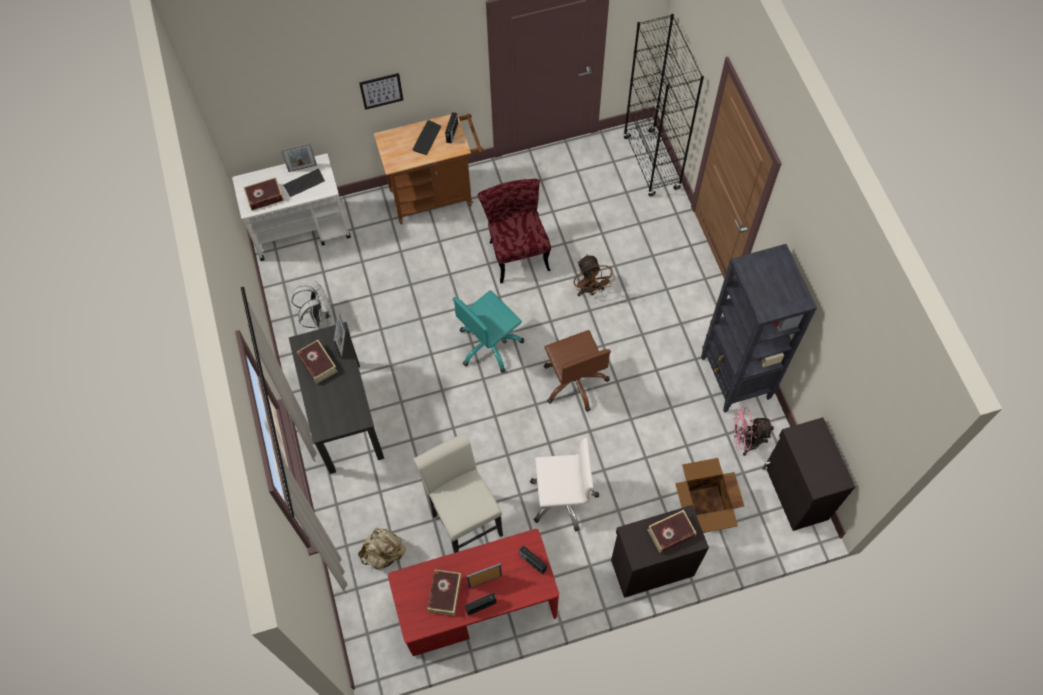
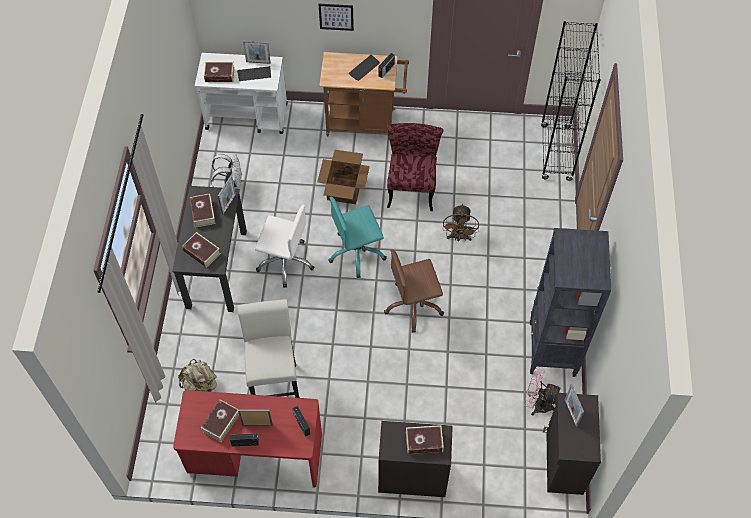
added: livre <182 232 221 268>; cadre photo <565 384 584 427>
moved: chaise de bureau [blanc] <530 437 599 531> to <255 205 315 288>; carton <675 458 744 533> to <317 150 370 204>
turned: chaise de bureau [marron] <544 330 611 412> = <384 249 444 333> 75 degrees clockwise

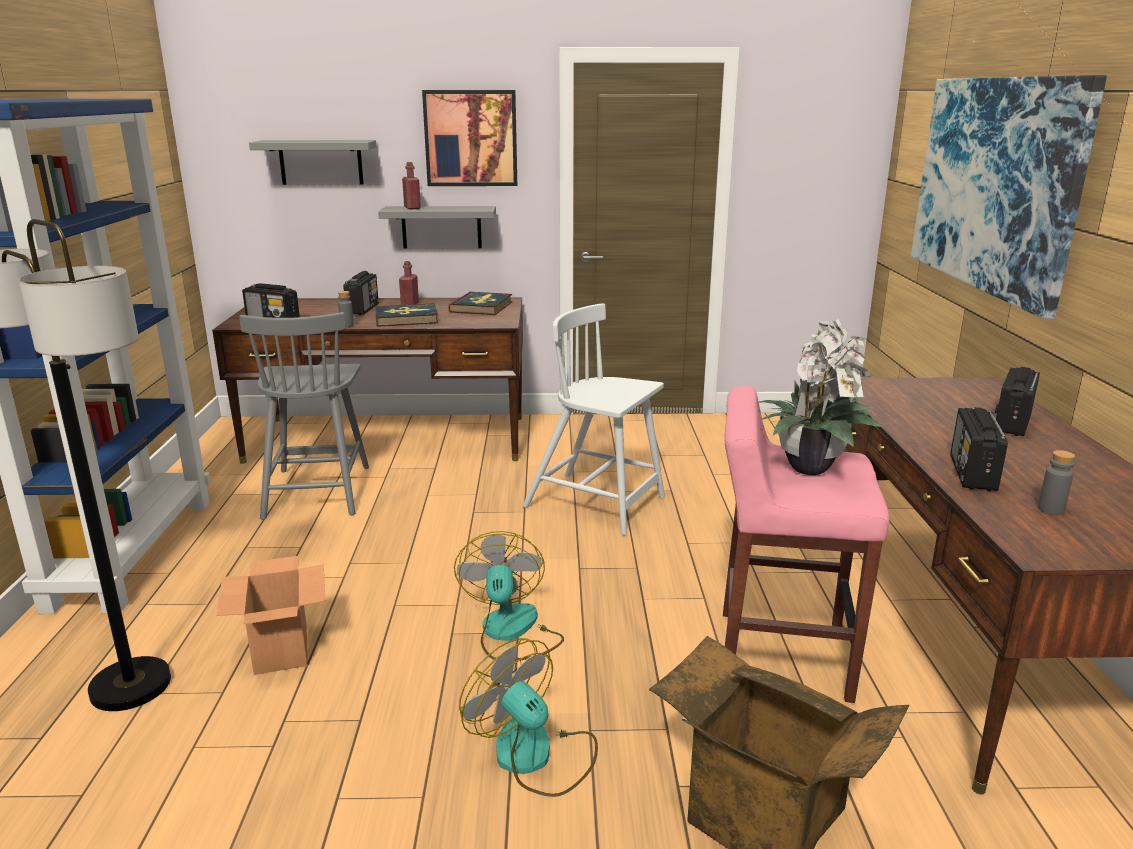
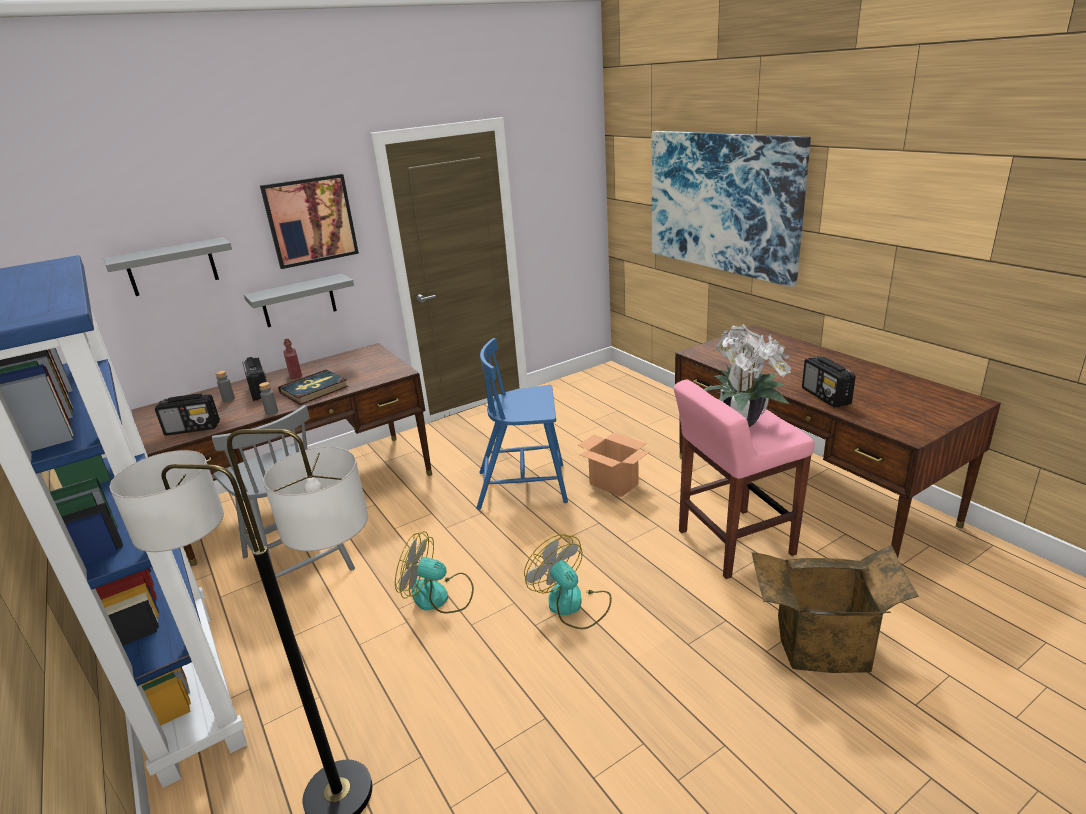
removed: bouteille [rouge] <402 162 421 210>; livre <449 292 513 315>; radio <995 367 1040 436>
moved: carton <216 556 325 675> to <577 433 649 497>; ventilateur <459 638 598 797> to <395 531 474 614>; bouteille [gris] <1038 450 1075 515> to <216 371 235 402>
recoloured: chaise [blanc] <523 303 665 535> to chaise [bleu] <476 338 568 510>

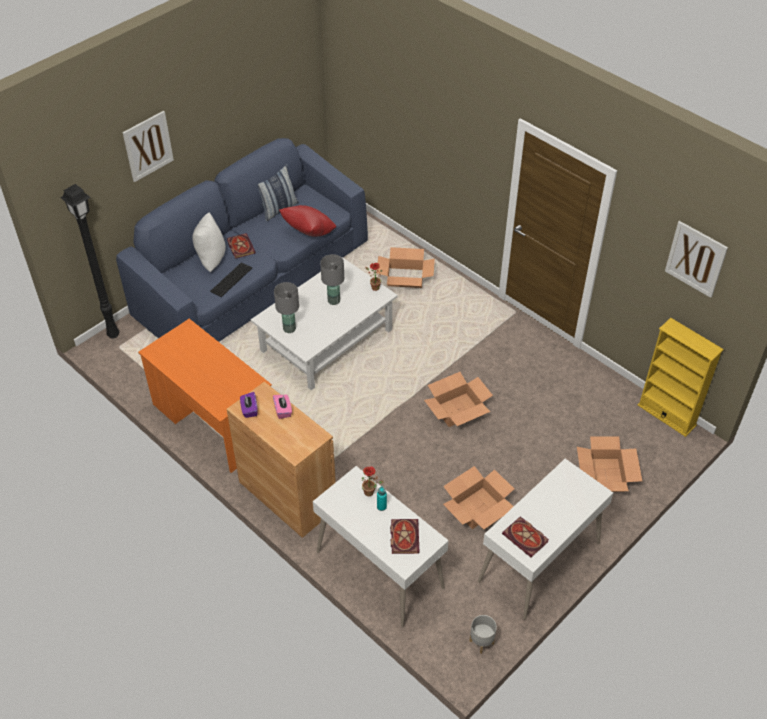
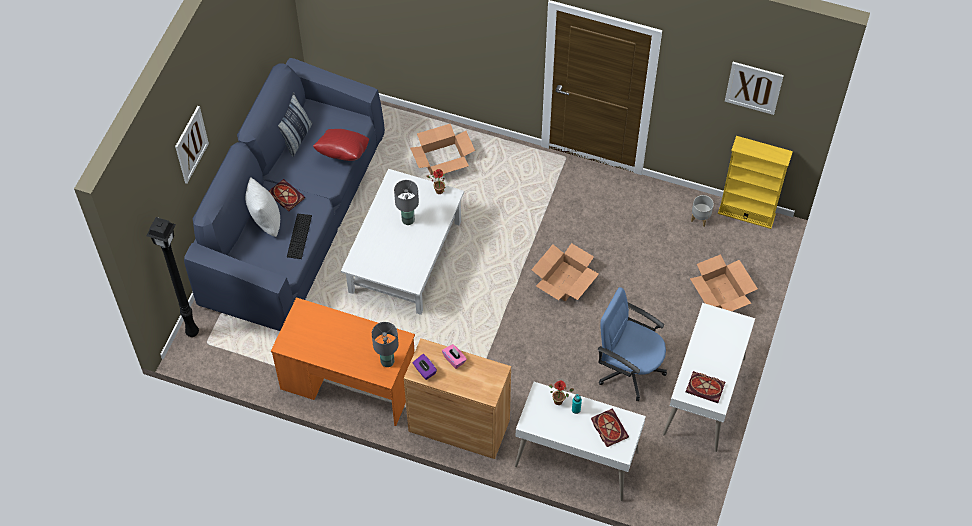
moved: lampe de table [gris] <274 282 299 333> to <372 322 399 367>; cache-pot [gris] <469 615 497 654> to <691 195 714 227>
replaced: carton <443 466 514 529> to chaise de bureau [bleu] <598 287 667 401>

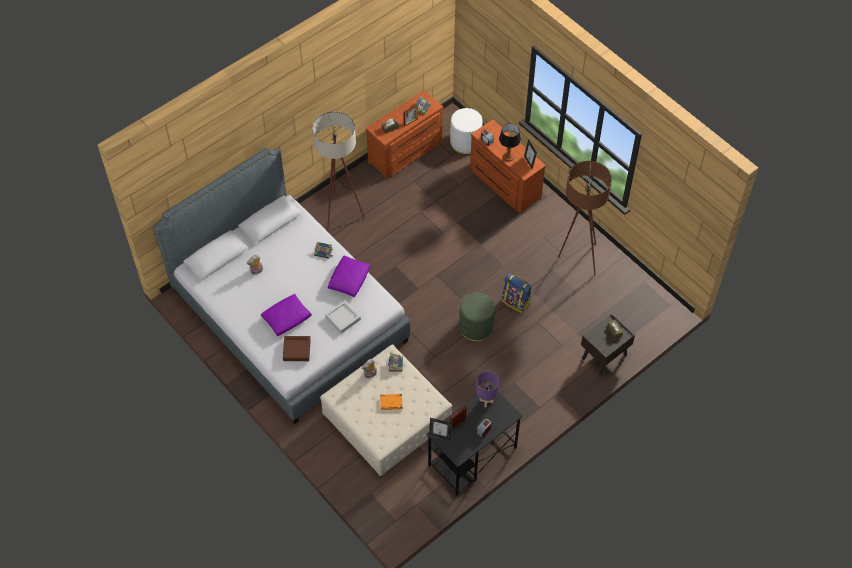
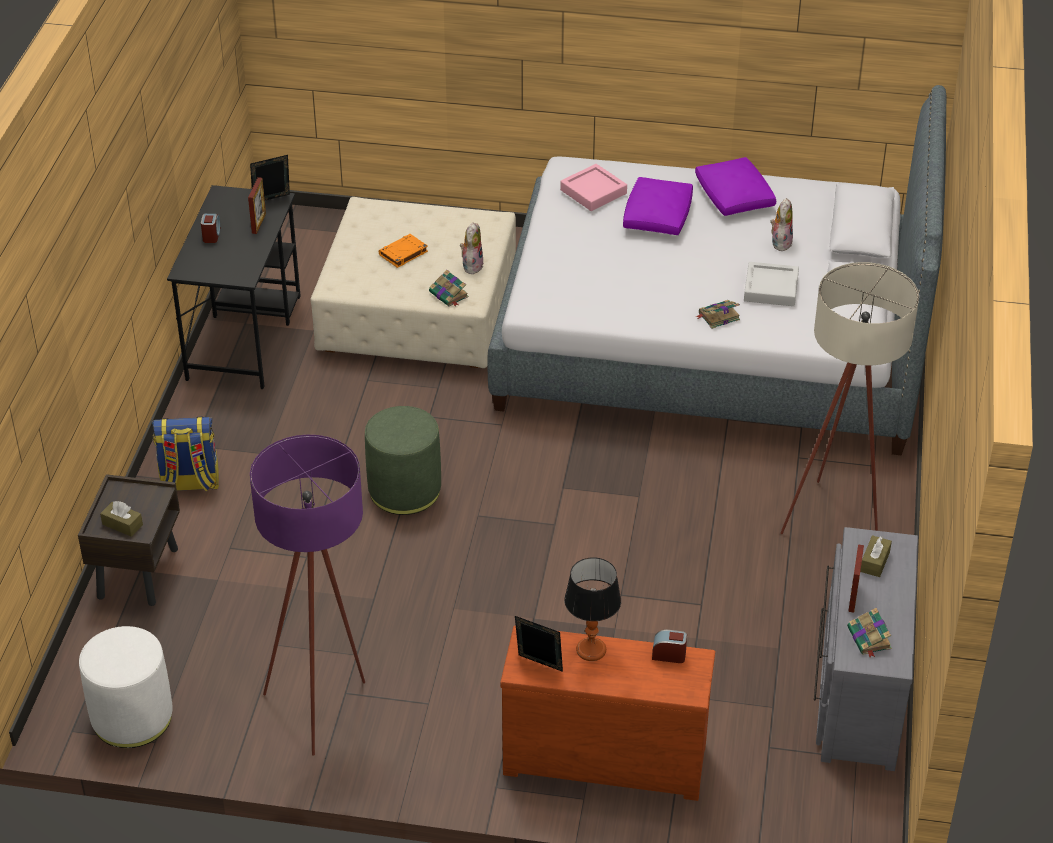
removed: lampe de table [violet] <476 372 499 407>
moved: plateau [gris] <325 301 361 334> to <744 262 799 306>; coussin [violet] <328 256 370 297> to <695 157 776 216>; pouf [blanc] <450 108 483 155> to <79 626 173 748>; sac à dos <502 274 532 314> to <152 417 219 492>
recoloured: plateau [marron] <283 336 311 361> to plateau [rose] <560 164 627 211>; commode [marron] <366 90 443 179> to commode [gris] <814 527 918 771>; lampadaire [marron] <558 161 612 276> to lampadaire [violet] <250 435 365 756>

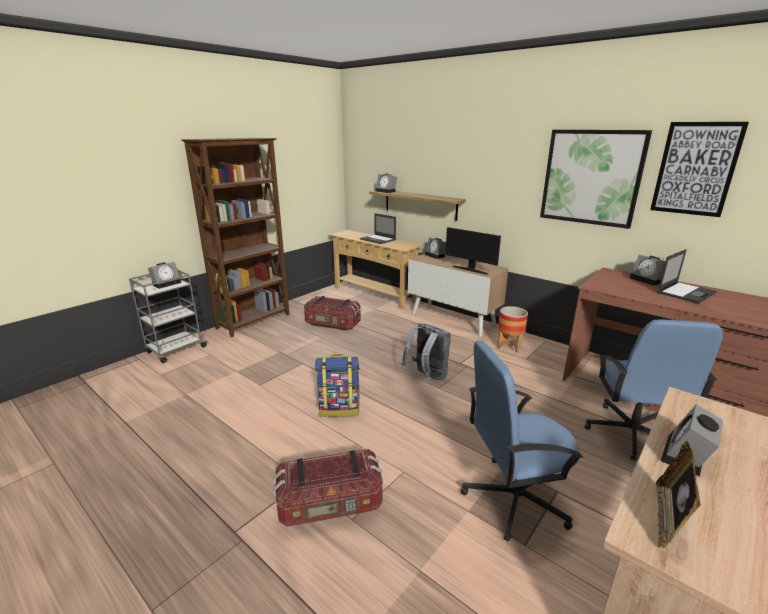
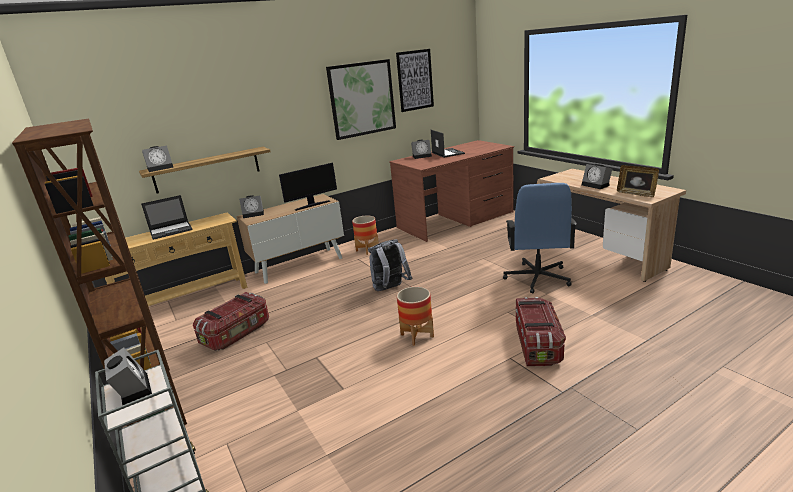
removed: chaise de bureau [bleu] <585 320 723 461>
replaced: sac à dos <315 354 360 417> to cache-pot <397 287 434 346>

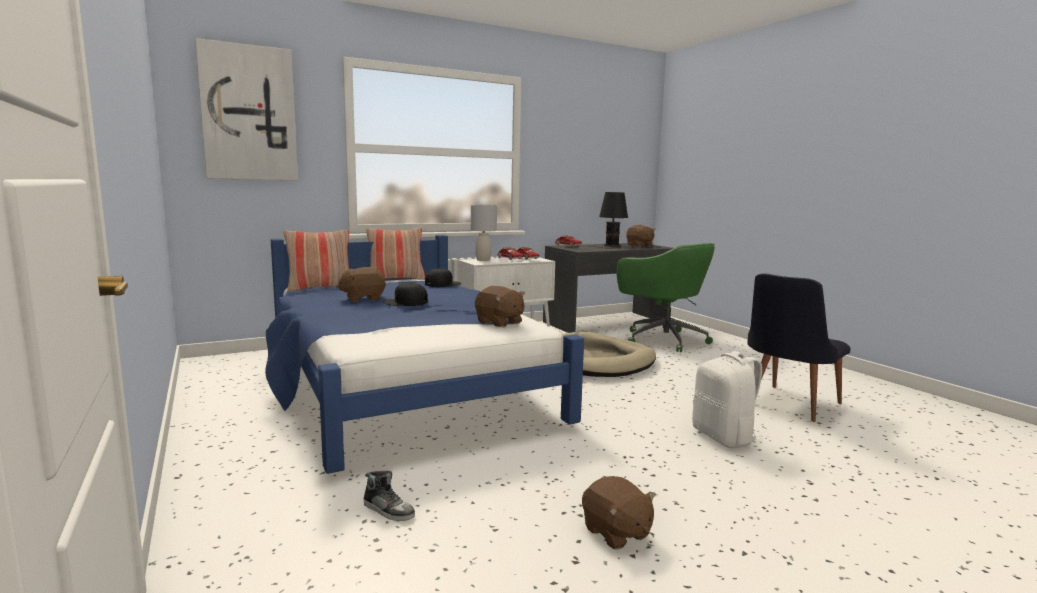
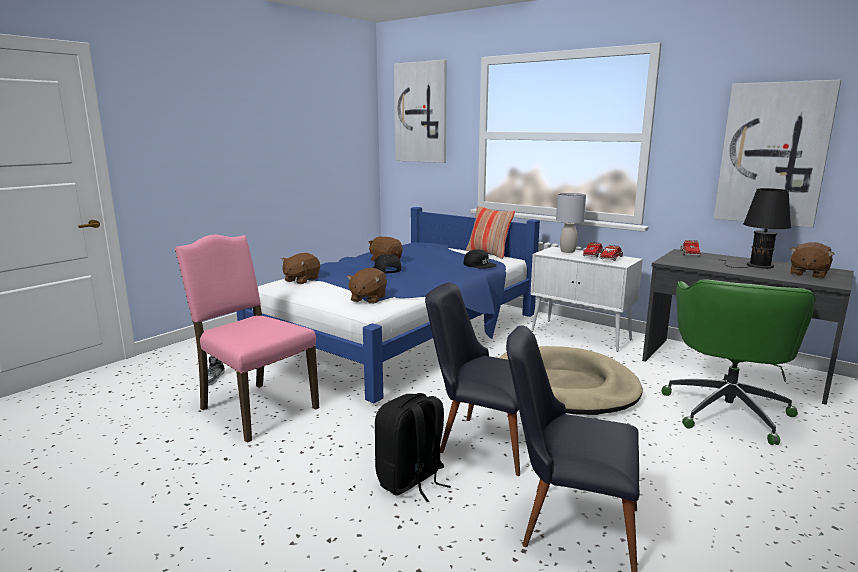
removed: coussin <284 230 349 291>
added: chaise [rose] <175 235 319 443>; chaise [noir] <425 283 520 476>; tableau <714 80 841 228>
moved: peluche [marron] <582 476 656 550> to <281 253 320 284>
recoloured: sac à dos [blanc] <692 351 762 448> to sac à dos [noir] <375 393 451 502>

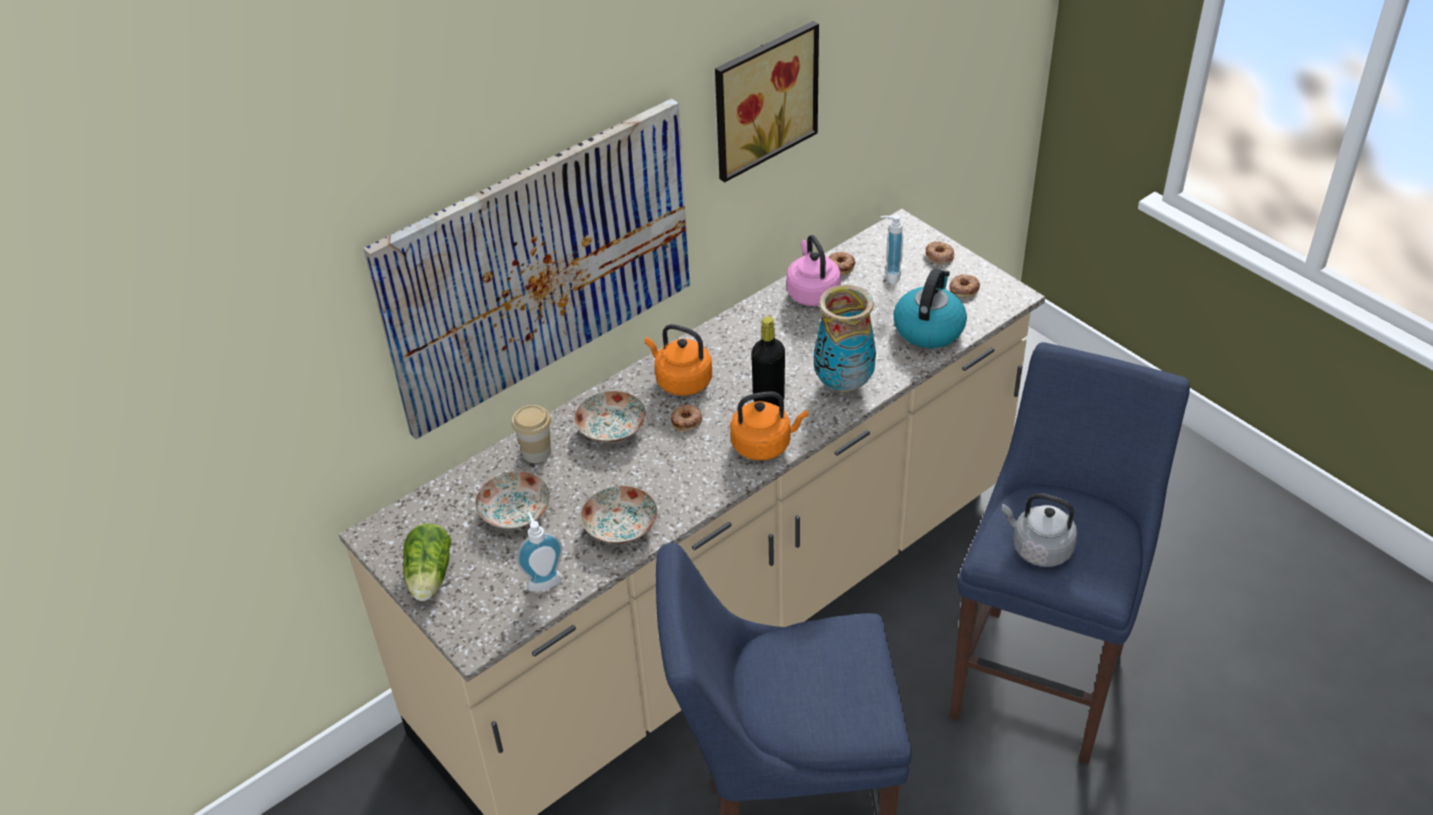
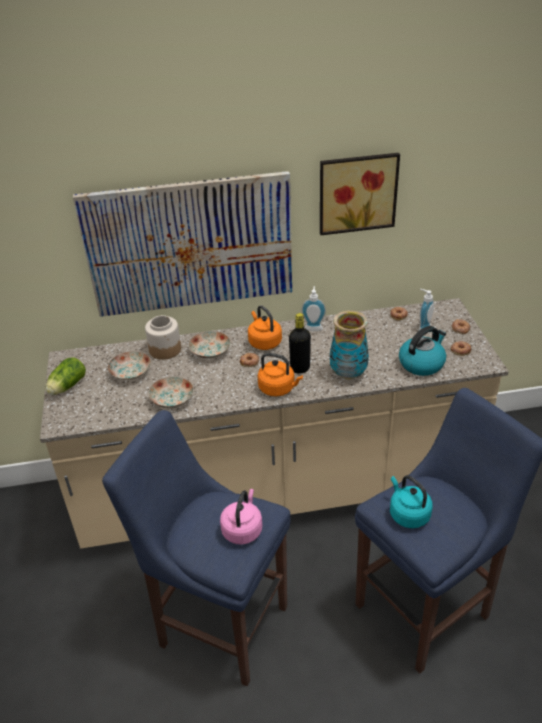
moved: distributeur de savon <517 512 563 591> to <302 286 326 331>; bouilloire [rose] <787 235 841 306> to <220 489 262 545>
replaced: tasse <512 405 551 463> to bocal <145 315 181 360>
recoloured: bouilloire [gris] <1002 493 1077 567> to bouilloire [turquoise] <390 475 433 528>

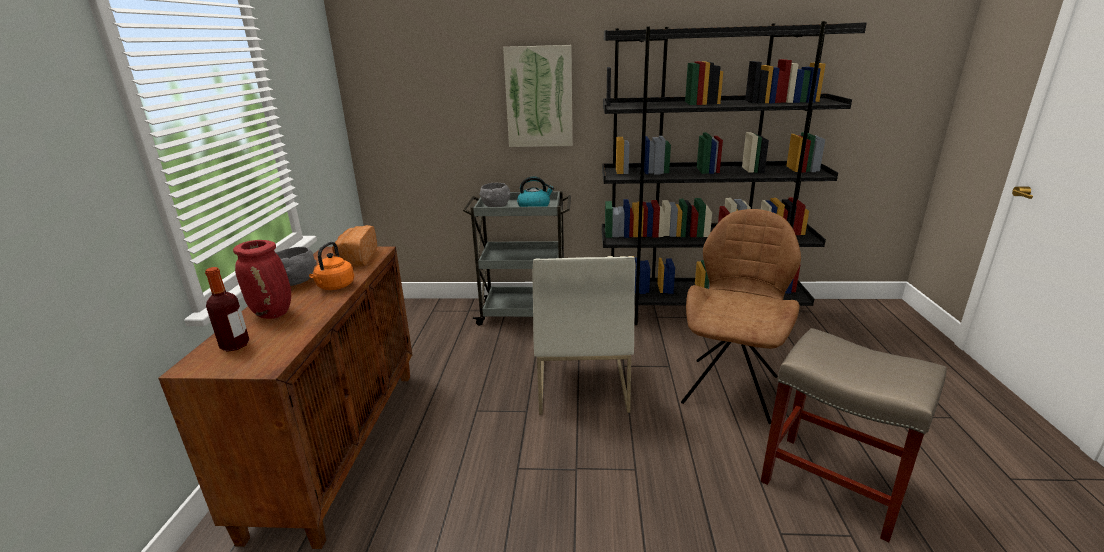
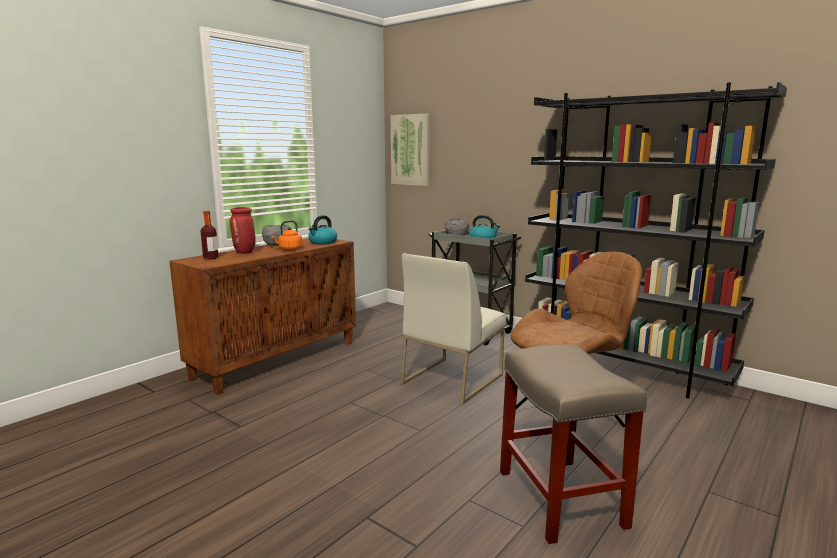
moved: tableau <503 45 573 147> to <390 114 430 186>
replaced: pain <332 225 377 267> to bouilloire <308 215 337 245>

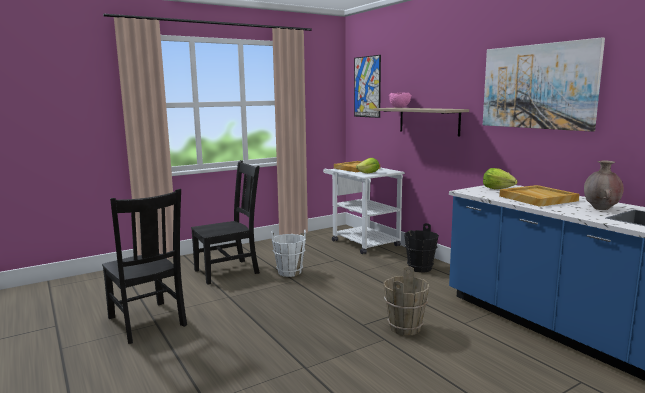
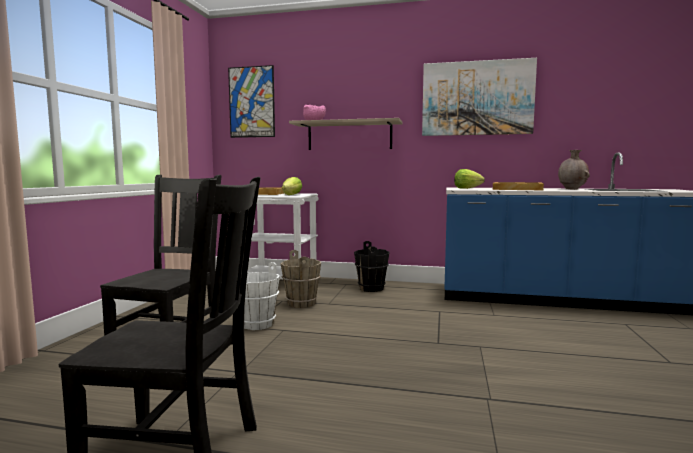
moved: seau [marron] <383 266 429 335> to <281 250 321 308>

